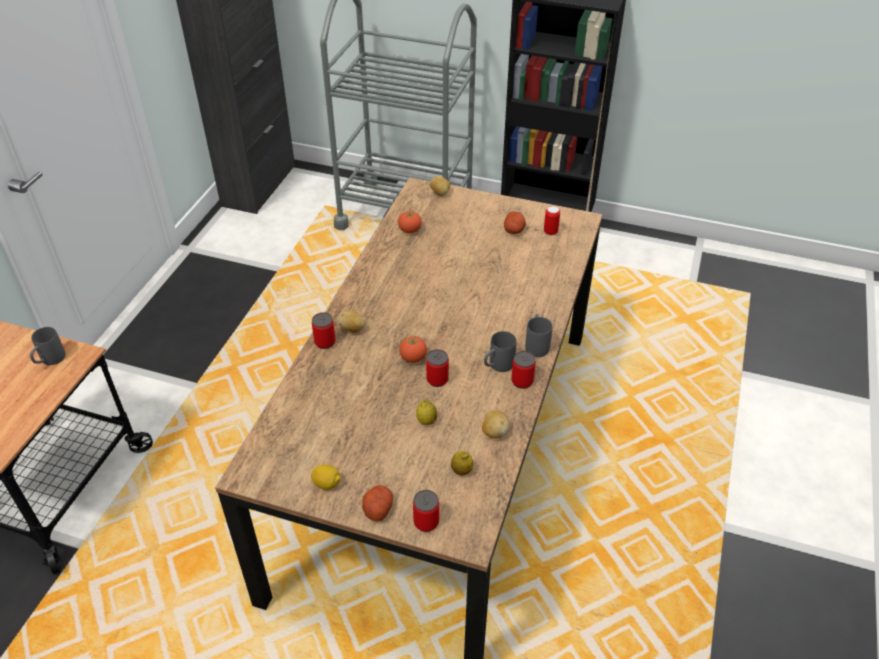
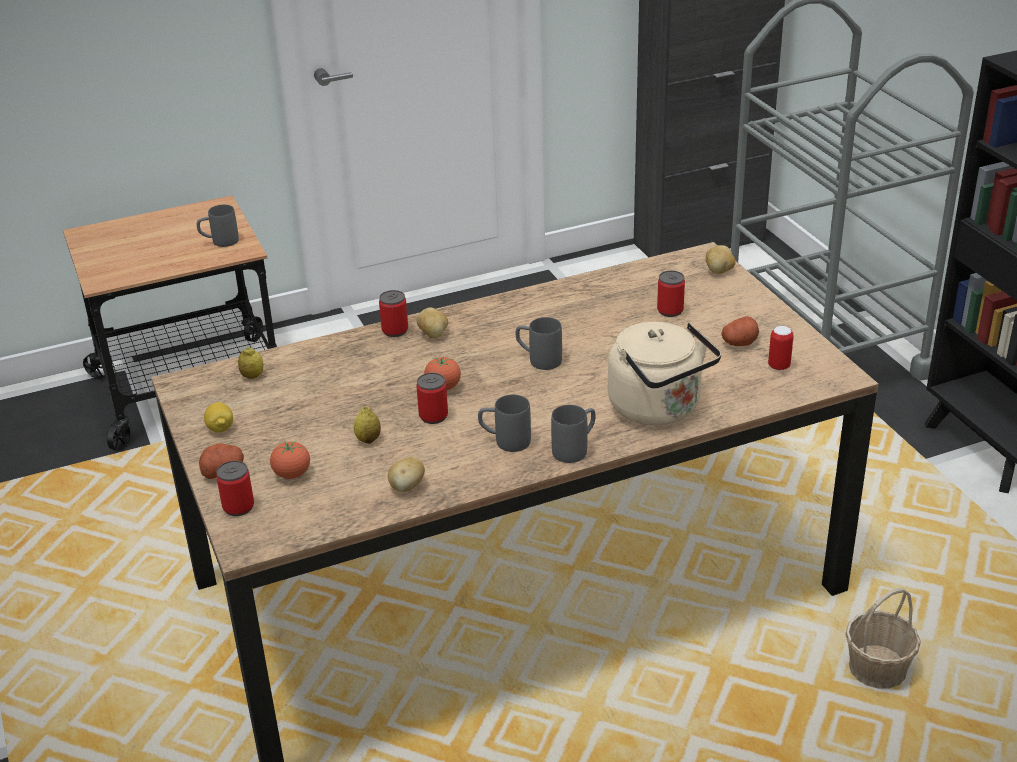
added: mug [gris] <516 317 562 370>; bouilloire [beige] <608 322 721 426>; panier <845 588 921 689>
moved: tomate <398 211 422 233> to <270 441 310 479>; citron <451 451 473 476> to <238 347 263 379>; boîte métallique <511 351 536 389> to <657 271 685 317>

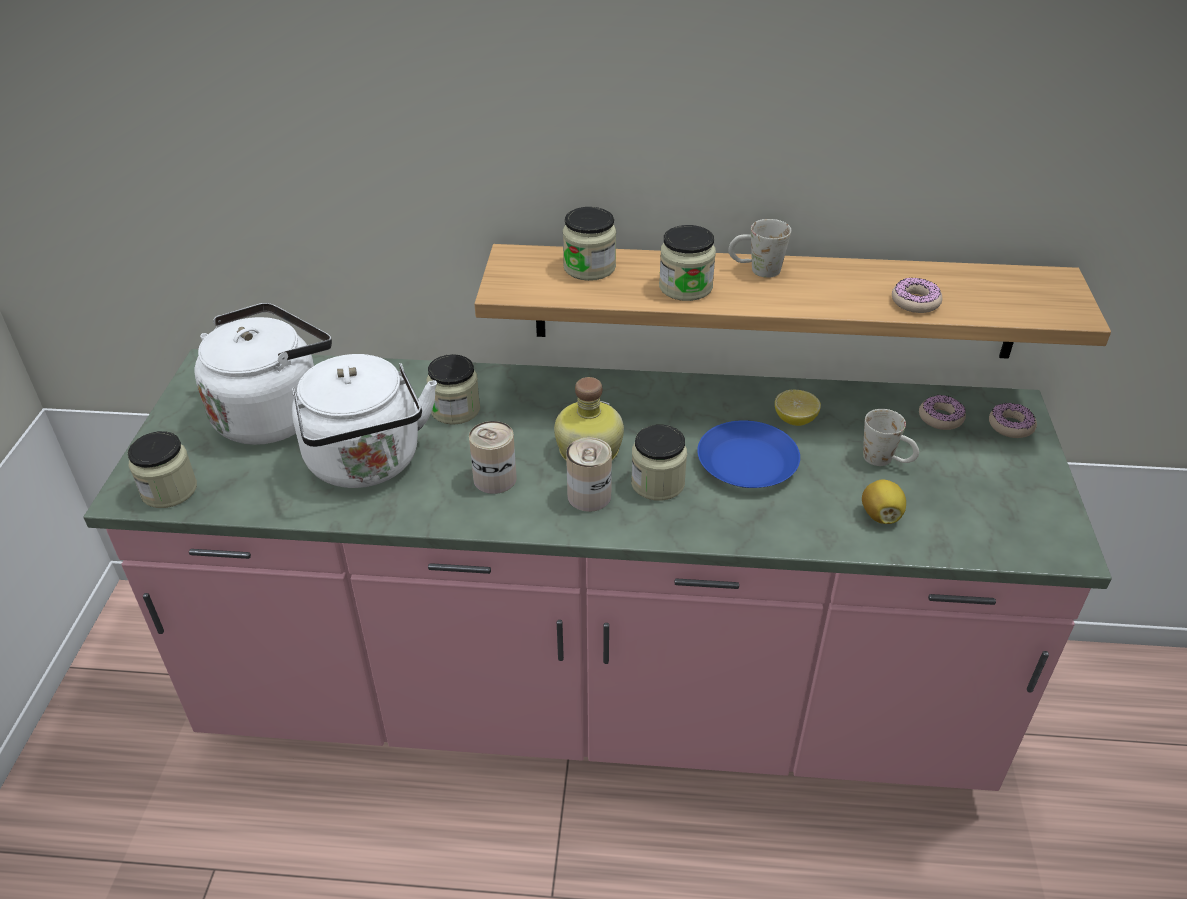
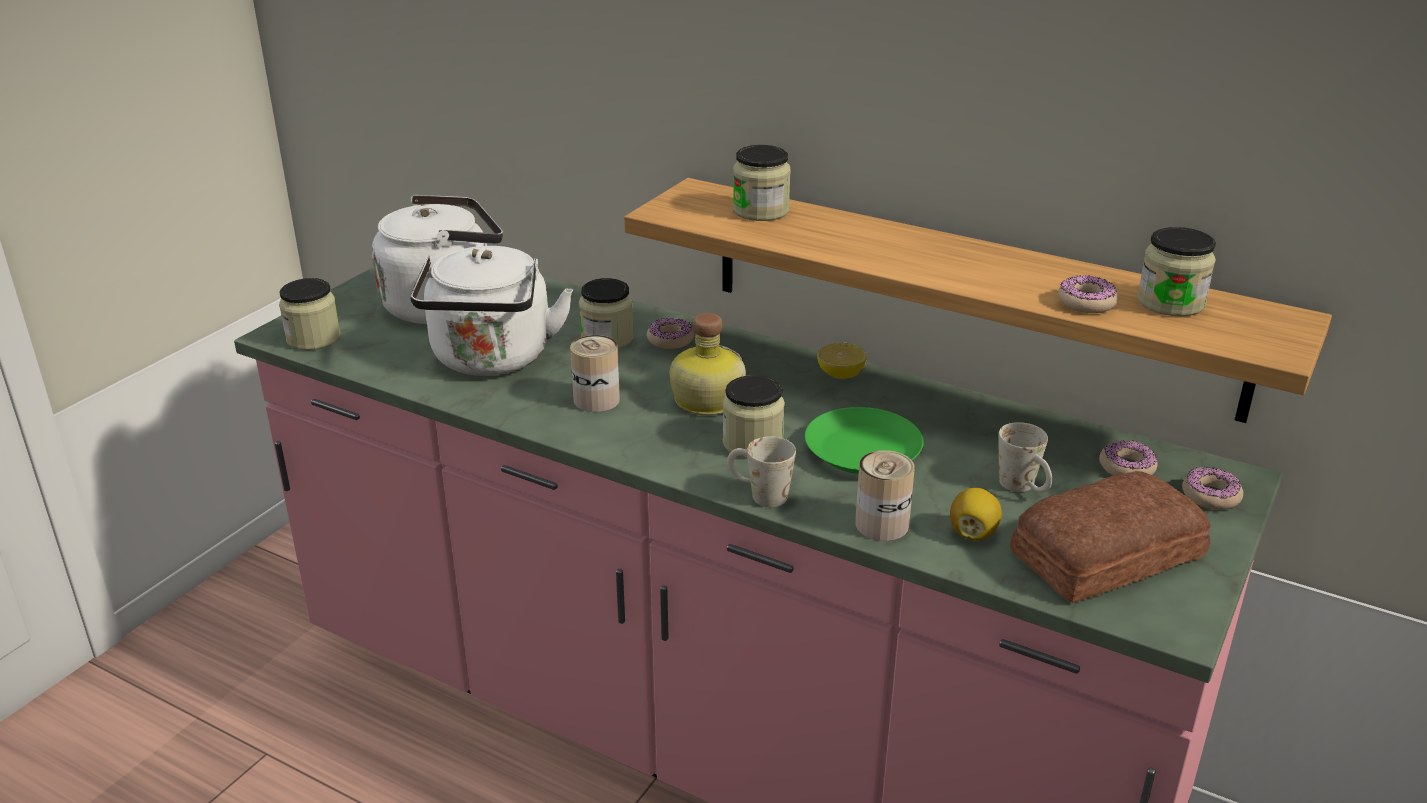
added: beignet <647 318 694 349>; pain <1010 471 1211 603>
moved: boîte métallique <566 437 612 512> to <855 450 915 541>; bocal <659 225 716 301> to <1137 227 1216 317>; mug [blanc] <728 219 791 278> to <727 436 796 507>; citron <775 390 821 426> to <817 342 867 379>
recoloured: assiette [bleu] <697 420 800 488> to assiette [vert] <805 407 924 474>

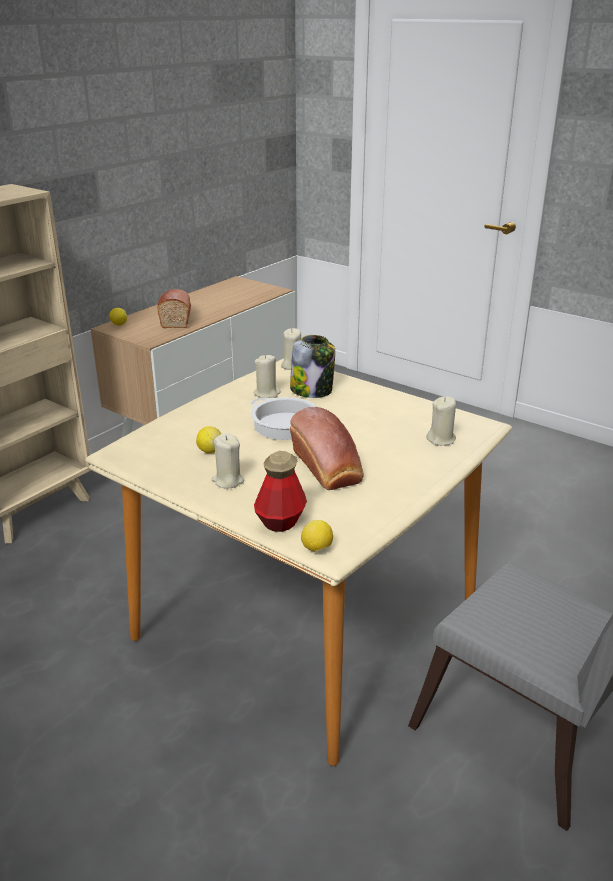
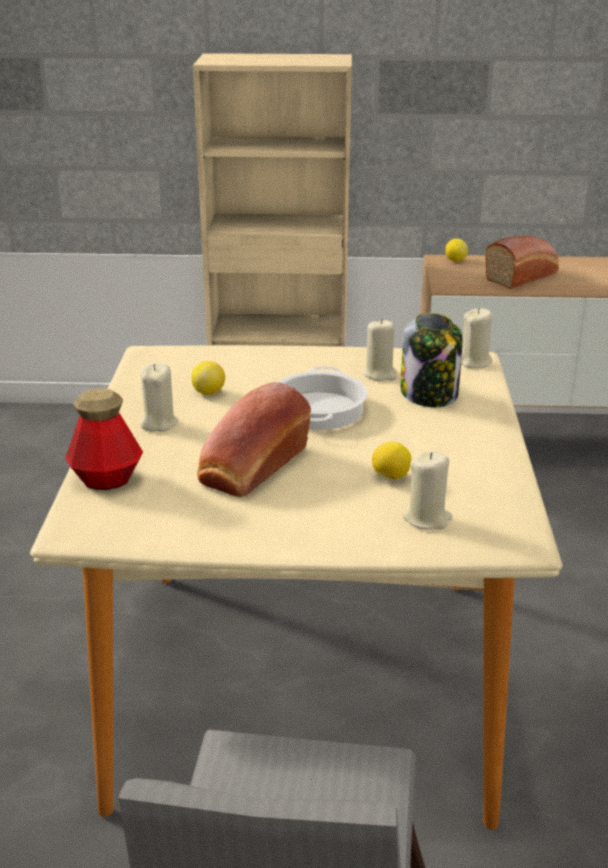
moved: citron <301 520 333 552> to <372 442 411 479>

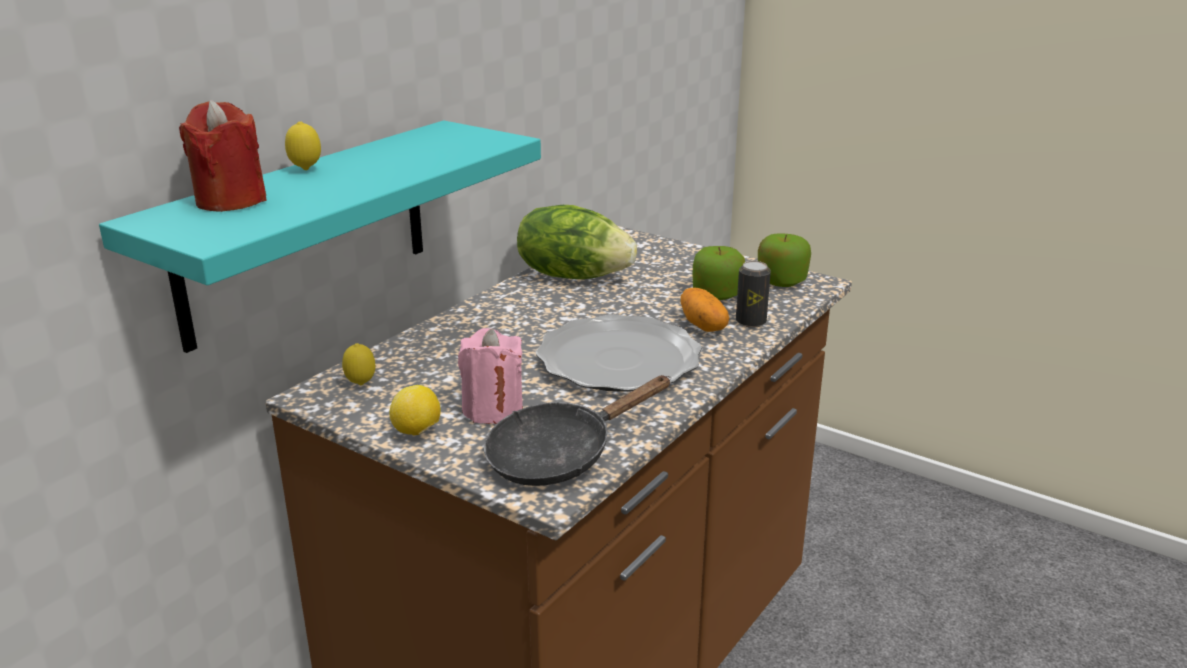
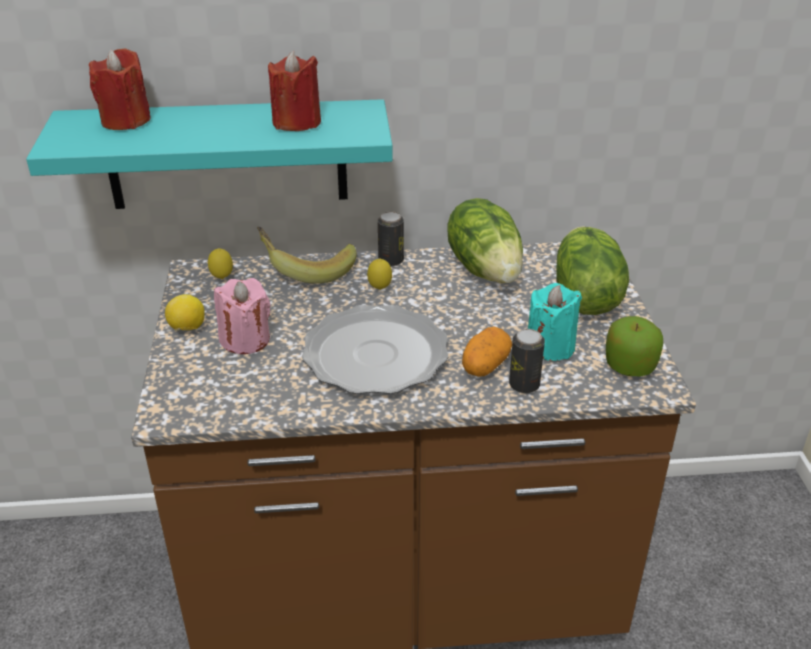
removed: poêle [noir] <484 375 671 486>
added: banane <257 227 357 284>; bougie [rouge] <268 51 321 131>; boîte métallique <378 211 404 266>; laitue <556 226 629 315>
moved: citron <285 121 321 170> to <367 259 392 290>
replaced: pomme <693 246 745 300> to bougie [turquoise] <528 283 582 361>

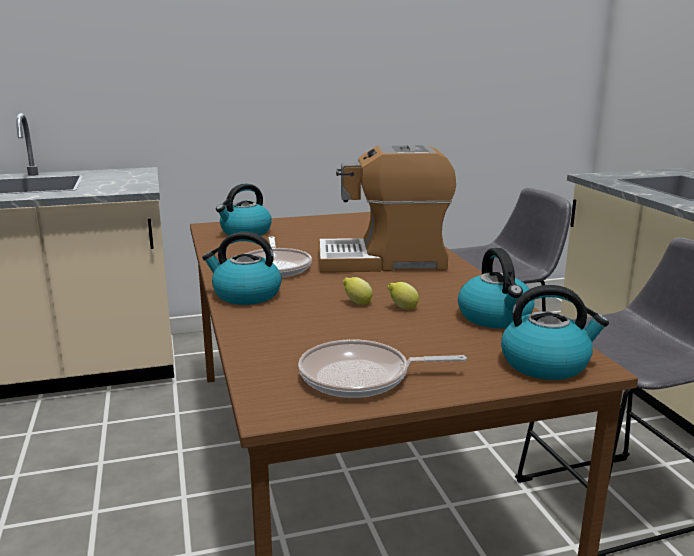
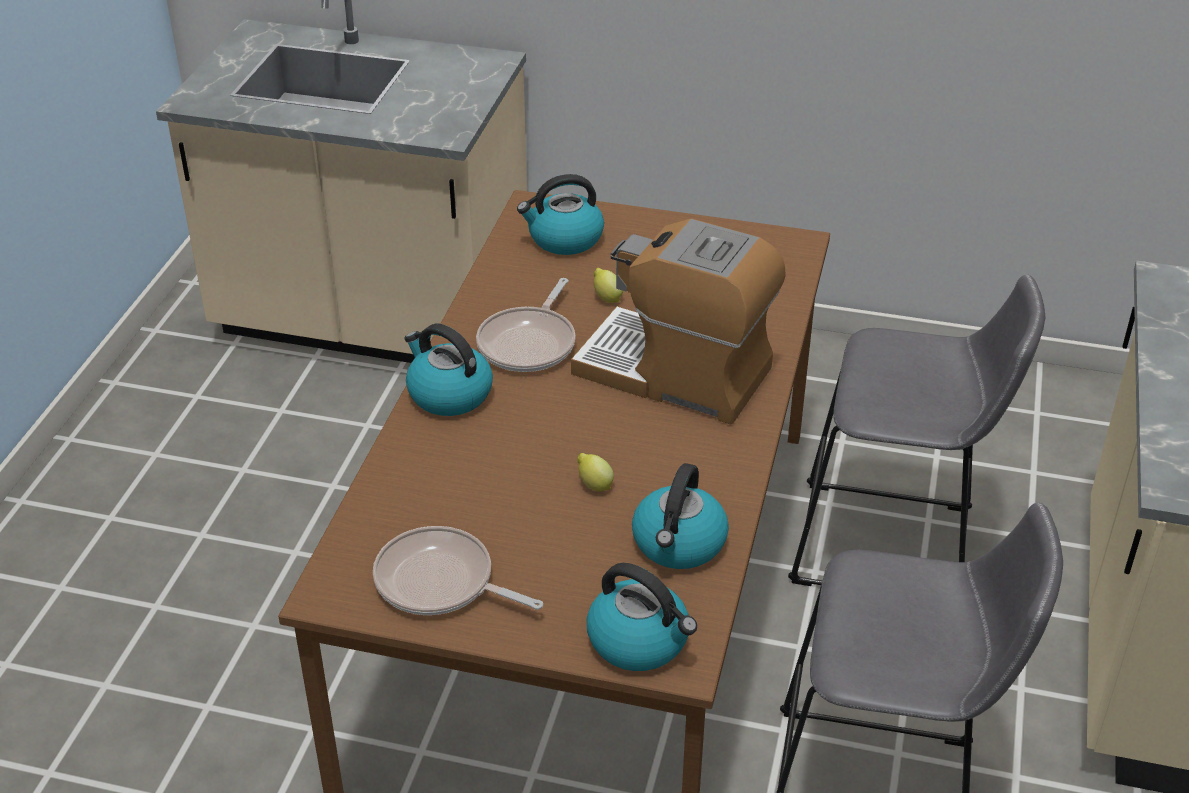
moved: citron <343 277 373 305> to <594 268 623 303>

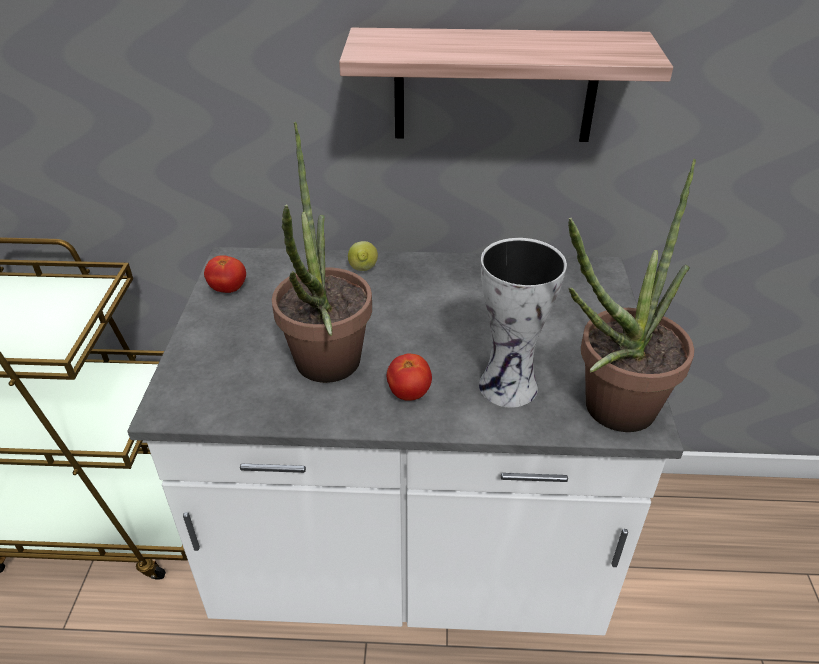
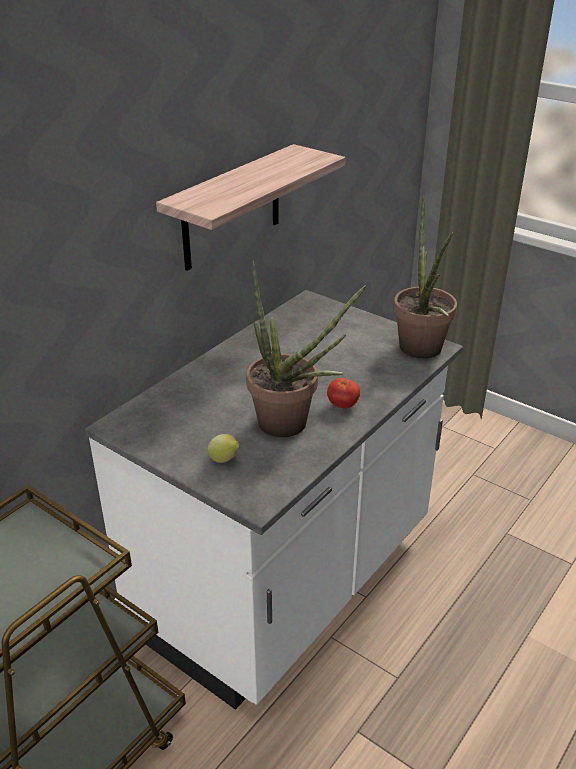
removed: tomate <204 255 246 293>; vase <479 238 567 408>
moved: citron <348 241 378 271> to <208 434 239 463>

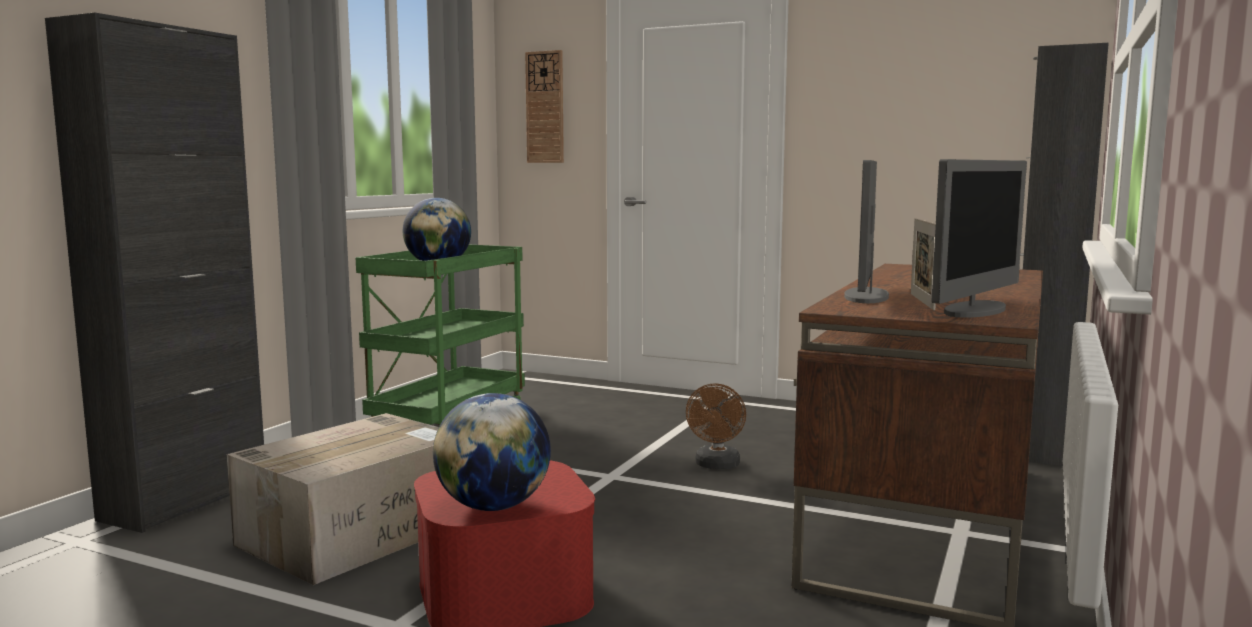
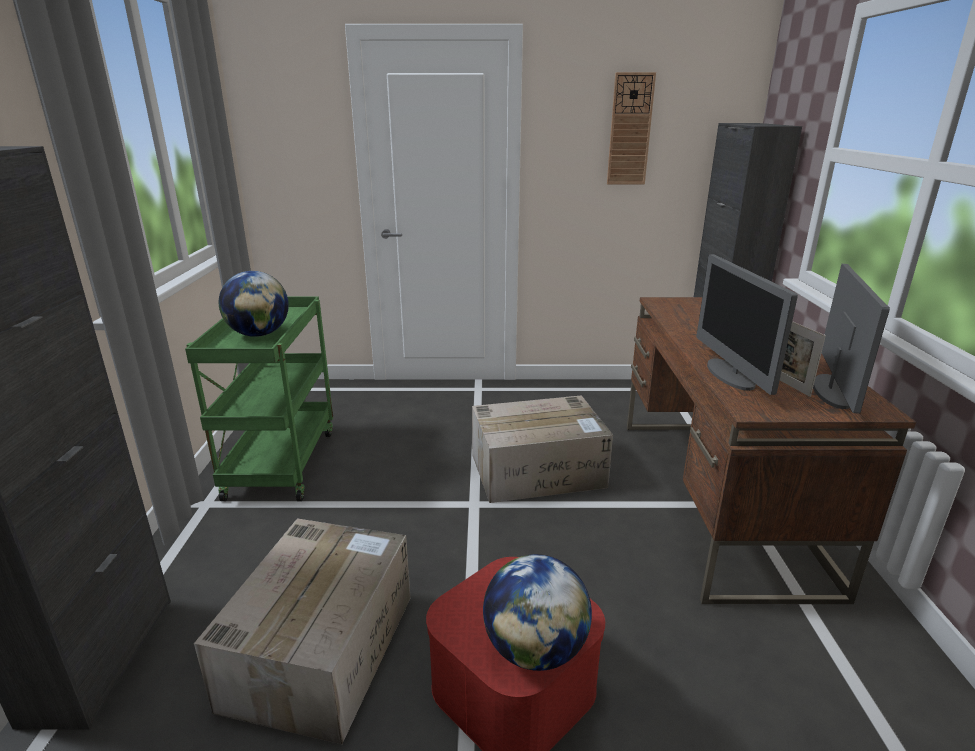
moved: horloge murale <525 50 564 163> to <607 72 656 184>
replaced: ventilateur [marron] <686 383 746 469> to carton <472 395 613 503>

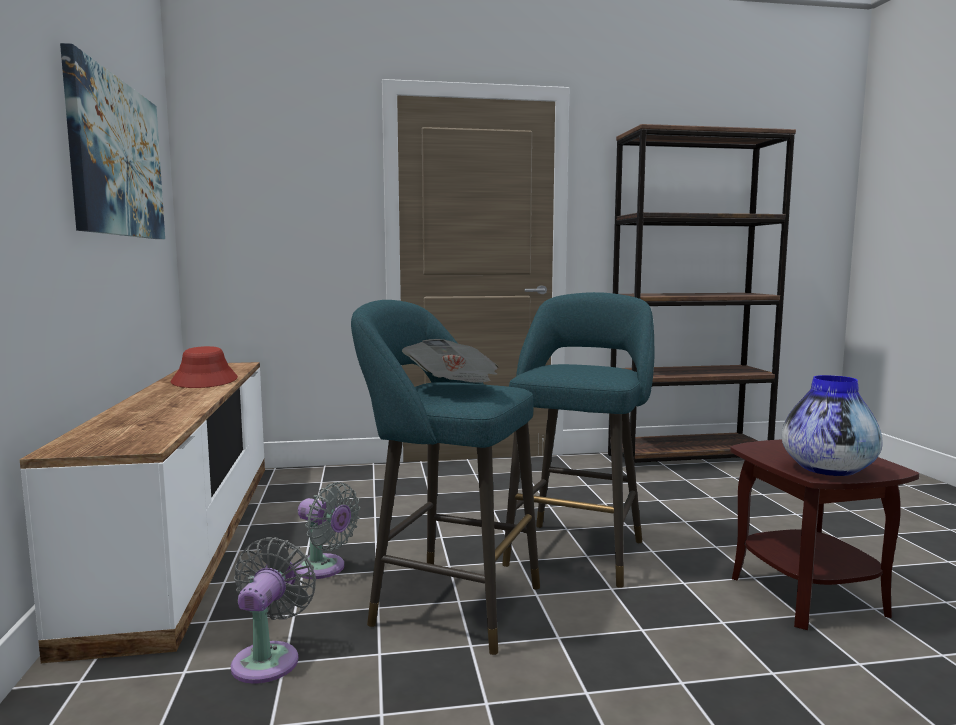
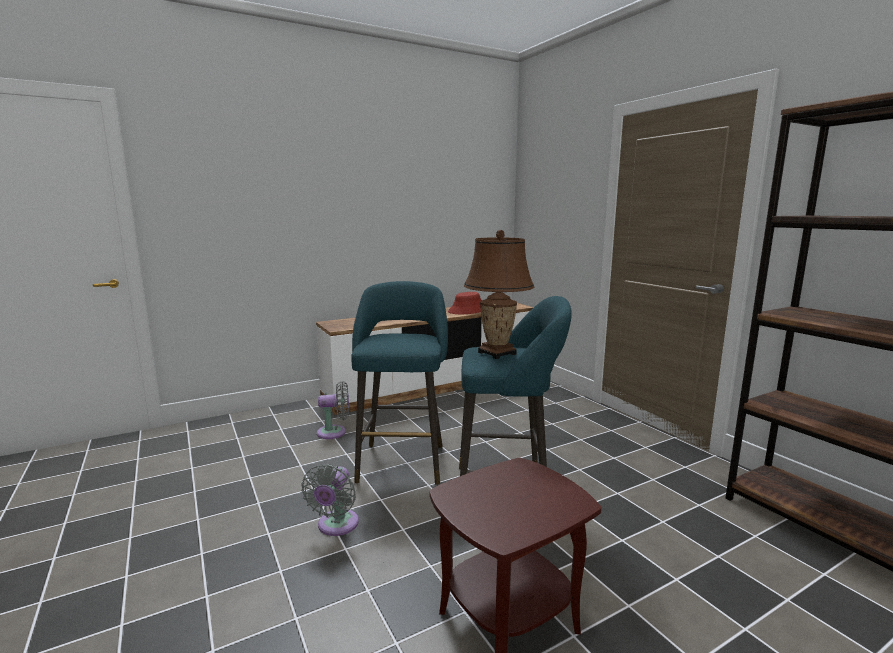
removed: tableau <60 43 165 239>; journal <402 339 498 383>; vase <782 375 883 476>
added: lampe de table [marron] <464 230 534 359>
moved: ventilateur [gris] <294 482 360 579> to <301 464 359 536>

